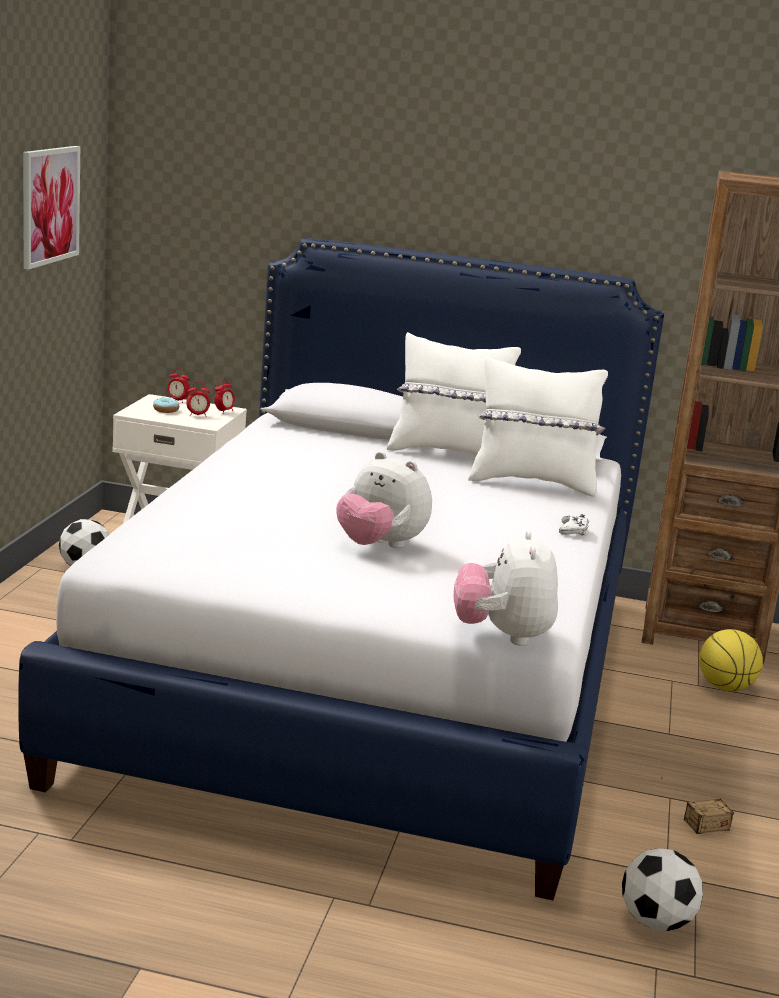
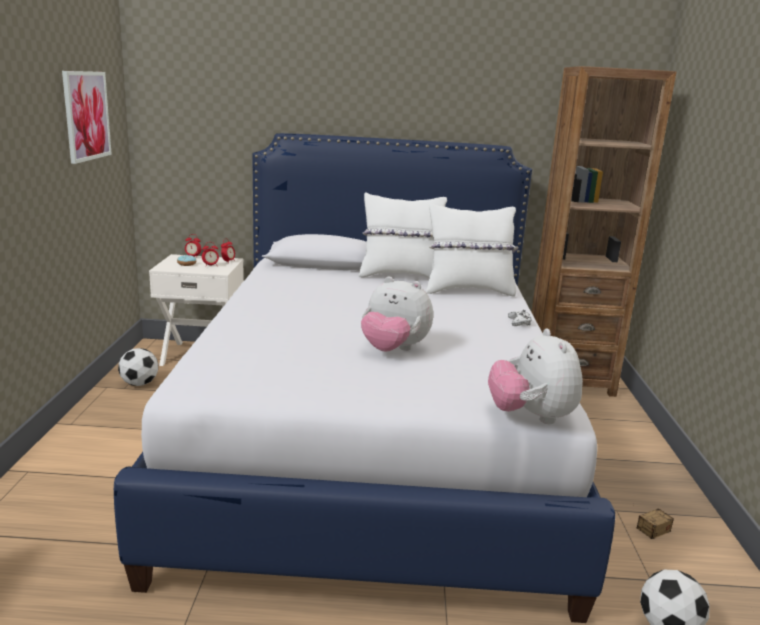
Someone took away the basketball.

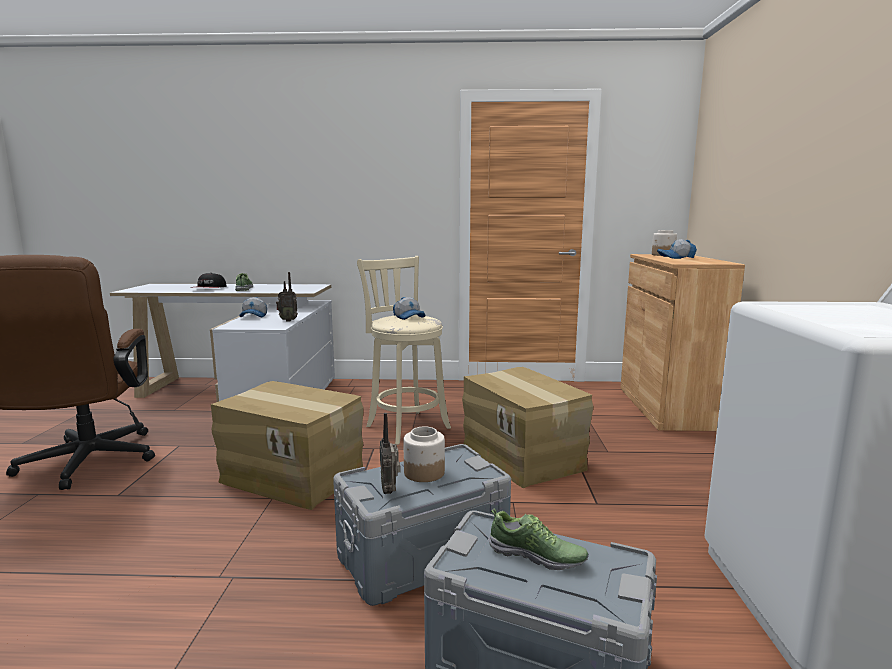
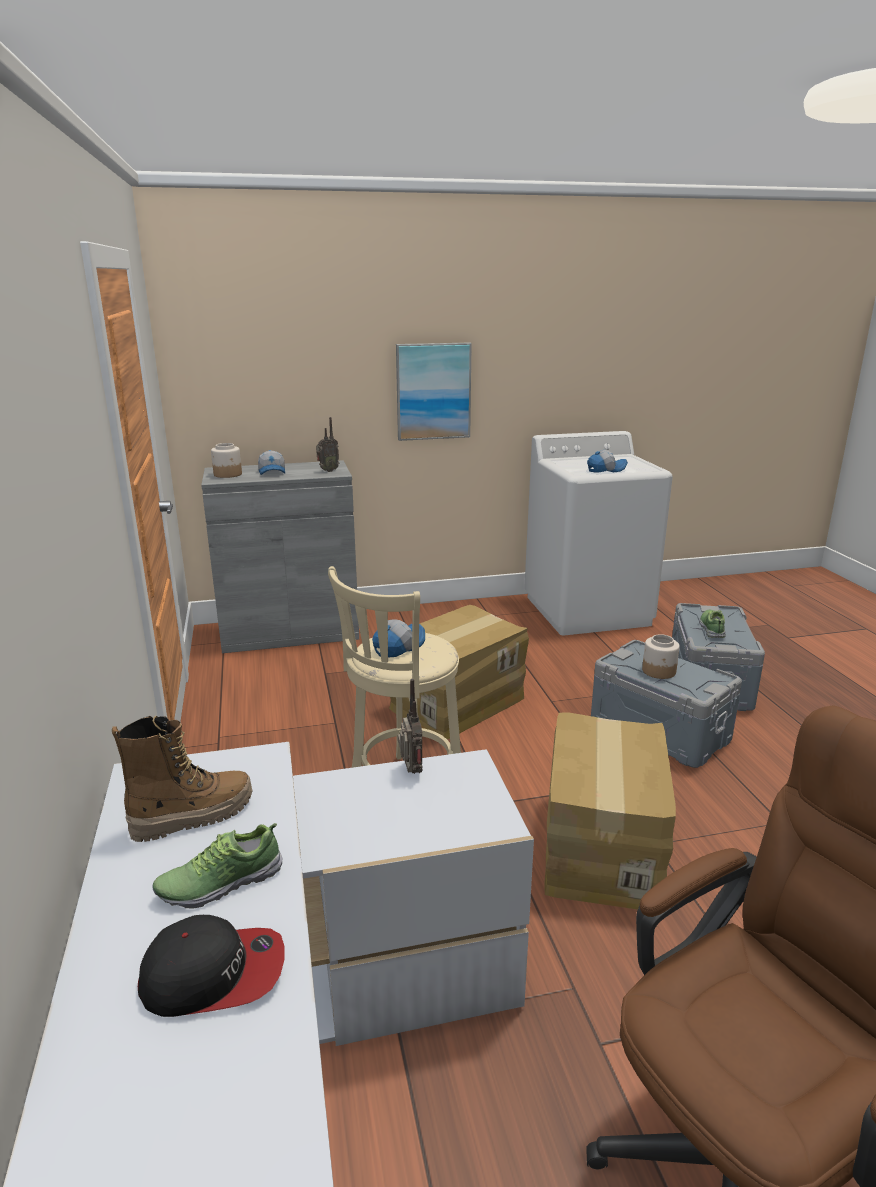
Someone repainted the storage cabinet/brown, which became the storage cabinet/greyish.
Someone carried the cap (no. 2 from left in the first image).
Someone carried the radio receiver (no. 2 from left in the first image).
Someone put up the wall art.
Someone put down the boot.

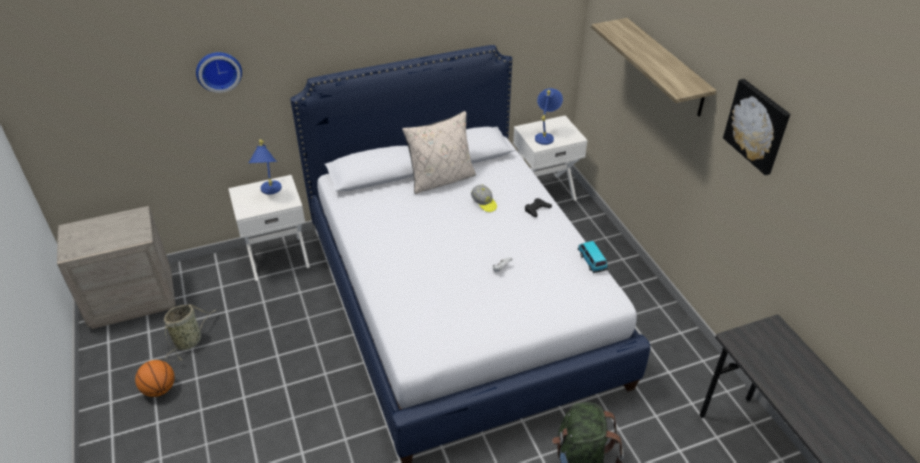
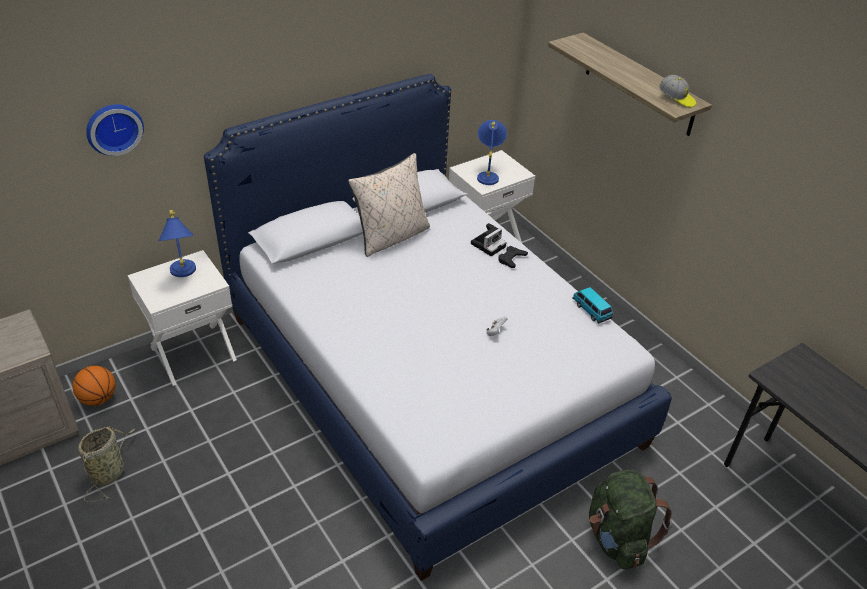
Someone took away the wall art.
Someone carried the cap.
Someone carried the basketball.
Someone put down the photo camera.

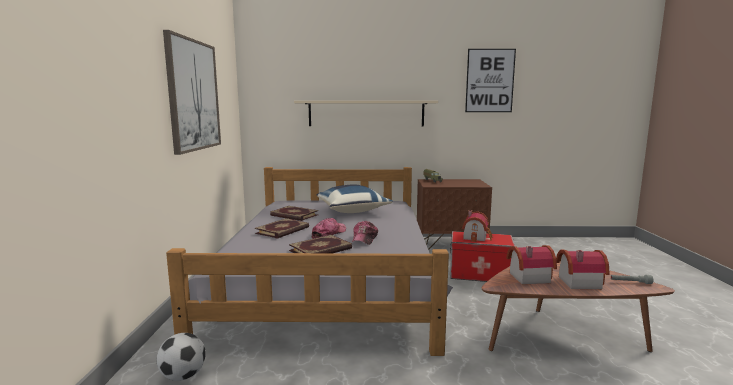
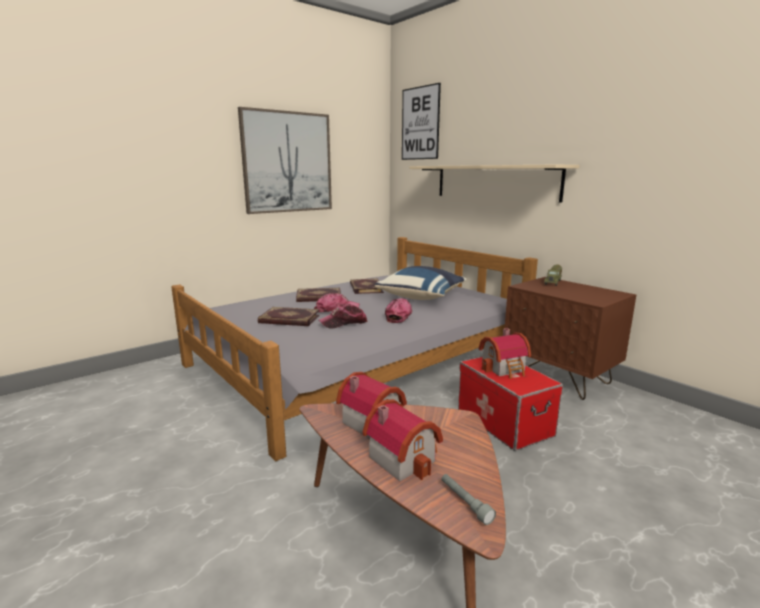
Someone carried the wall art (no. 2 from left).
Someone took away the football ball.
Someone put down the cap (no. 3 from left).

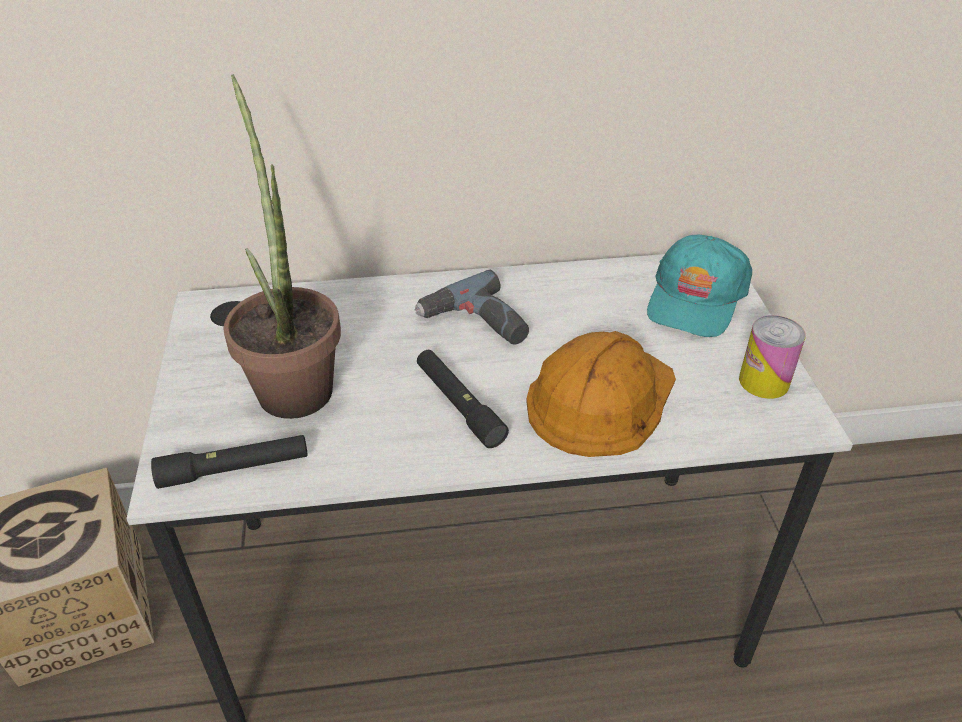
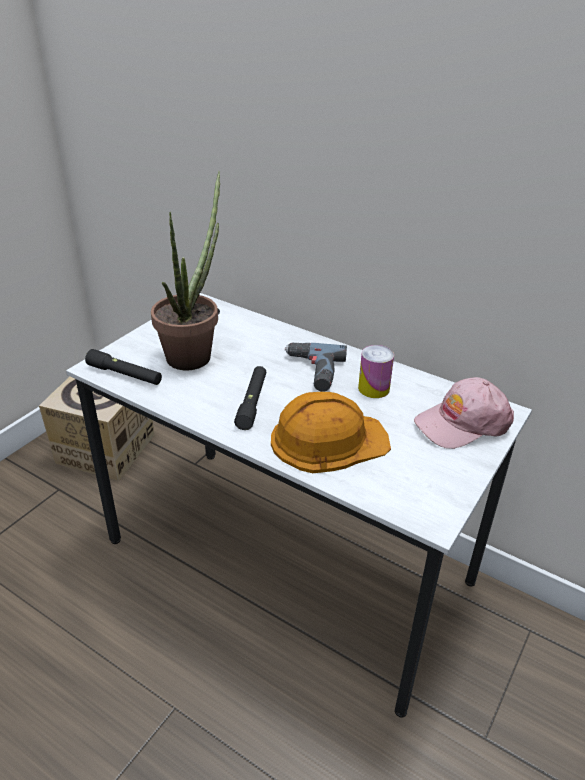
Someone repainted the cap/turquoise-coloured, which became the cap/pink.
Someone carried the sealed can.

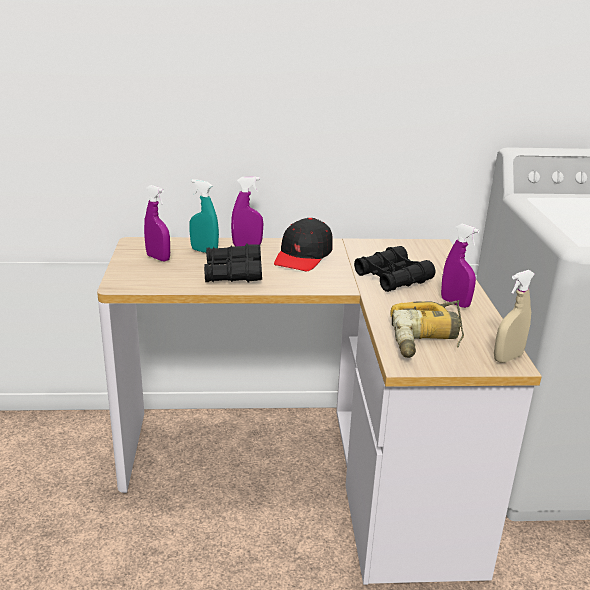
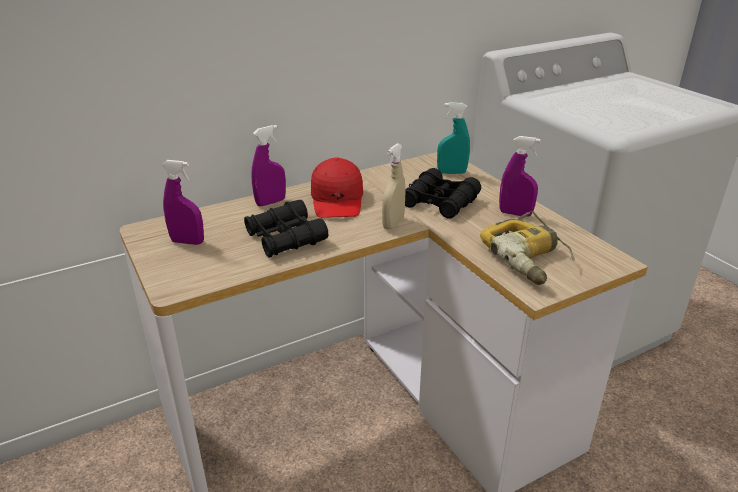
Someone carried the sprayer/turquoise-coloured.
Someone repainted the cap/black, which became the cap/red.
Someone carried the sprayer/sand-coloured.

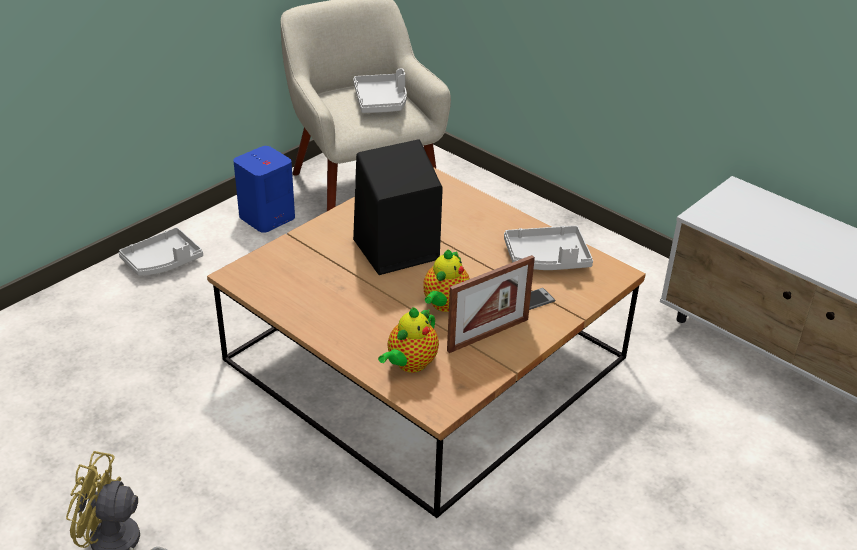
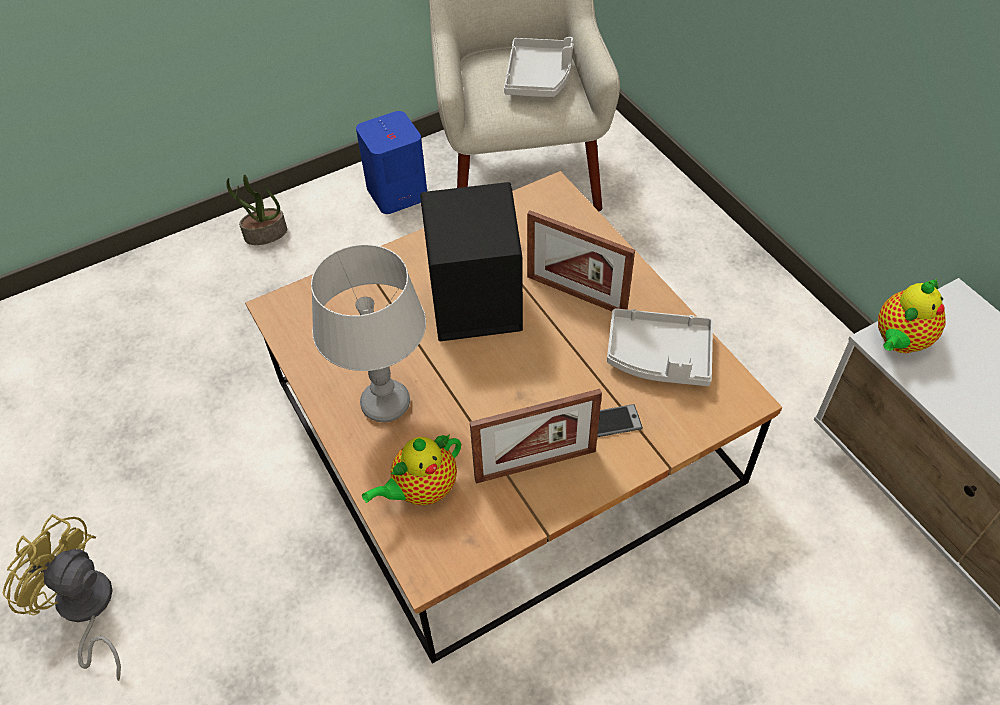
Someone swapped the serving tray/greyish (no. 1 from left) for the potted plant.
Someone carried the pot for tea (no. 2 from left).
Someone put down the picture frame (no. 2 from left).
Someone put down the table lamp/greyish.

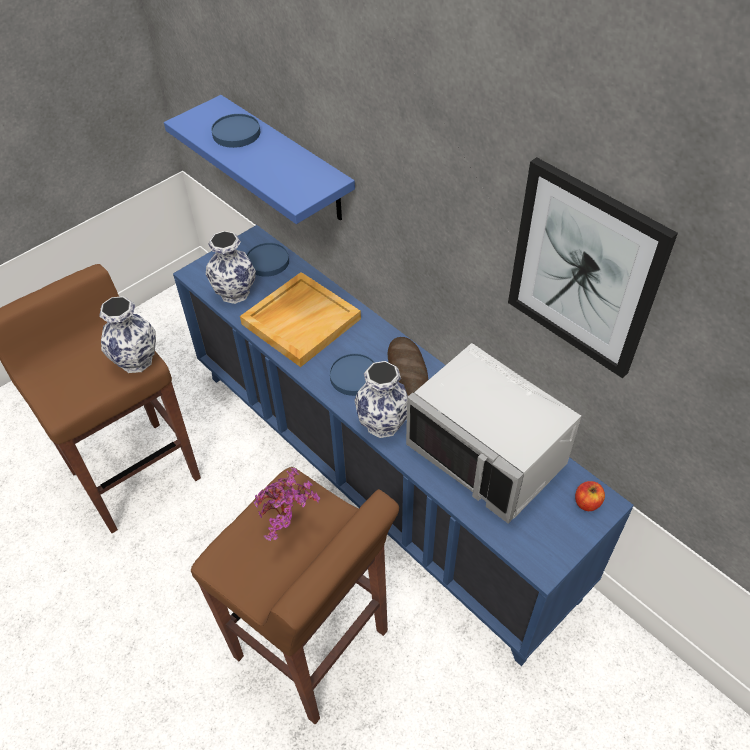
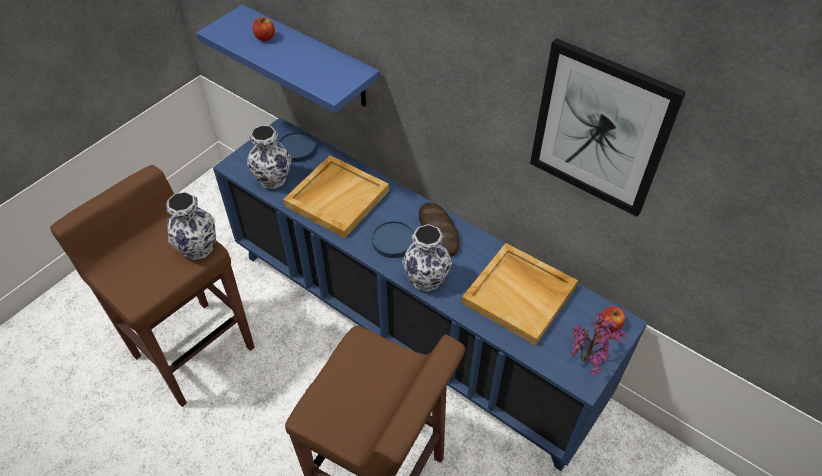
Someone swapped the plate/blue-coloured (no. 1 from left) for the apple (no. 1 from left).
Someone swapped the microwave oven/greyish for the serving tray/sand-coloured (no. 2 from left).
Someone carried the potted plant.

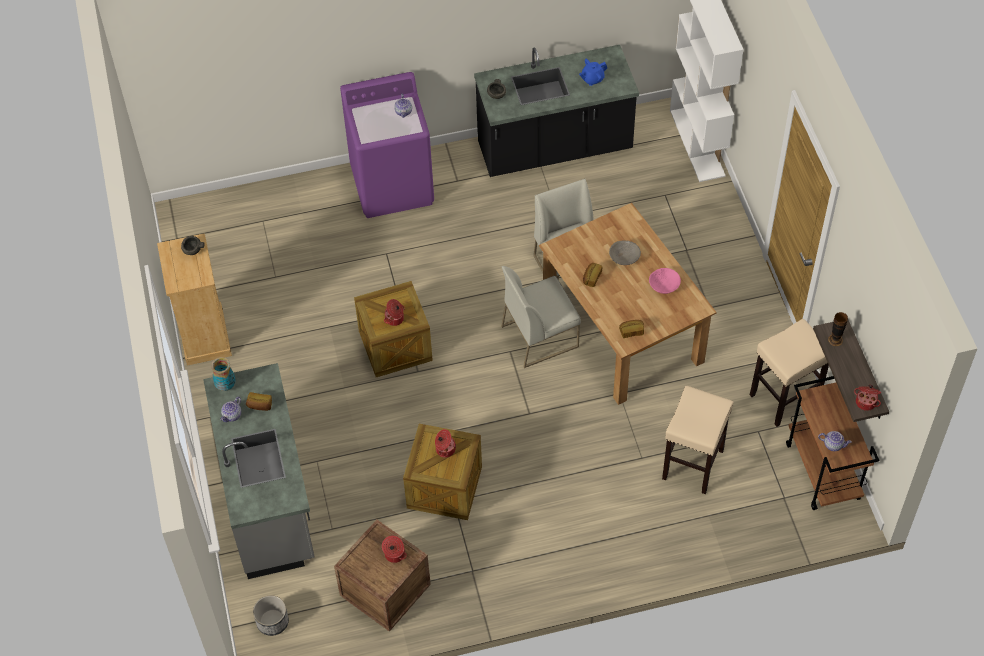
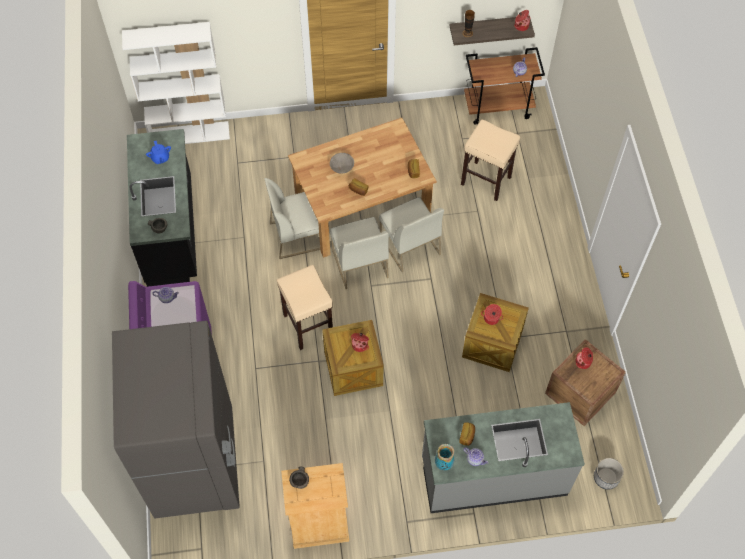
Someone took away the deep dish/pink.
Someone carried the stool/sand-coloured (no. 2 from left in the first image).
Someone put down the chair/whitish (no. 3 from left).
Someone put down the refrigerator/greyish.

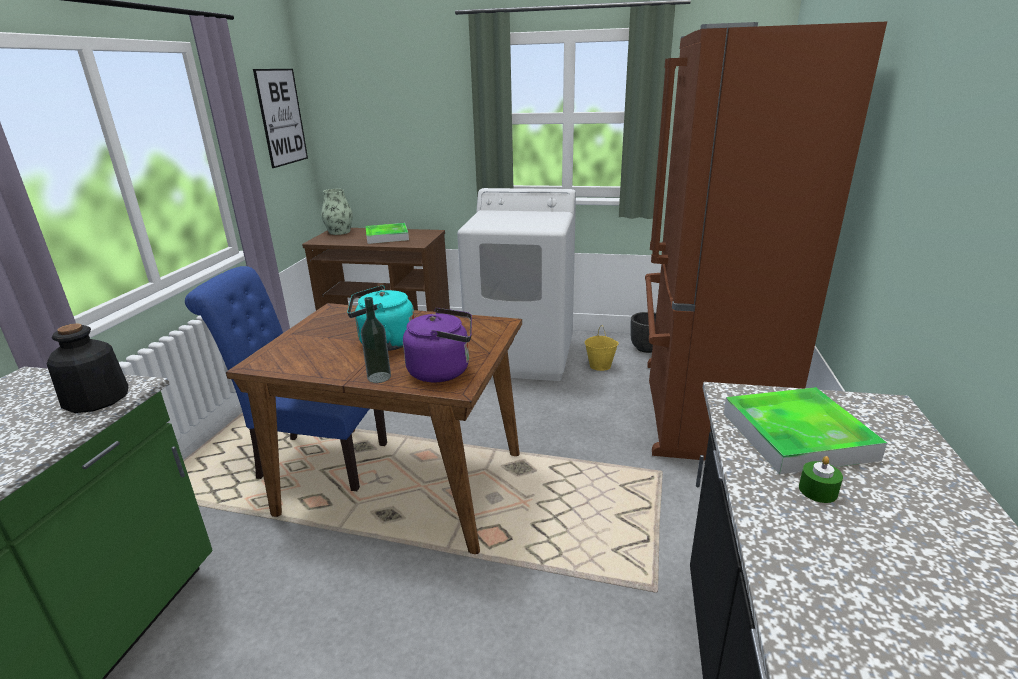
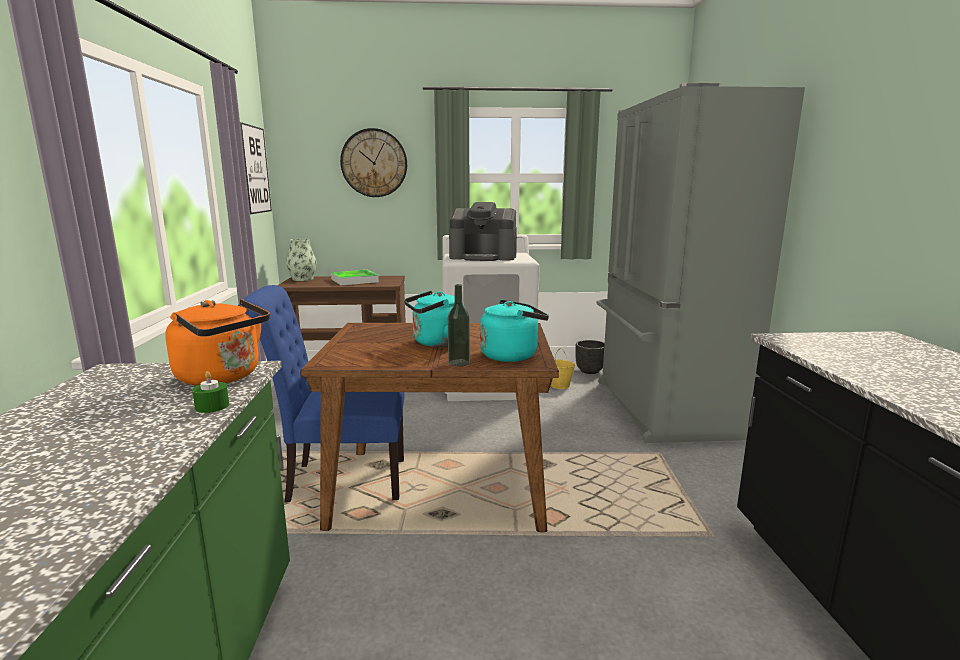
Someone repainted the refrigerator/brown, which became the refrigerator/greyish.
Someone repainted the water kettle/purple, which became the water kettle/turquoise-coloured (no. 2 from left).
Someone swapped the bottle (no. 1 from left) for the water kettle/orange.
Someone took away the serving tray (no. 2 from left).
Someone carried the wax candle/greenish.
Someone put up the wall clock.
Someone put down the coffee maker.

